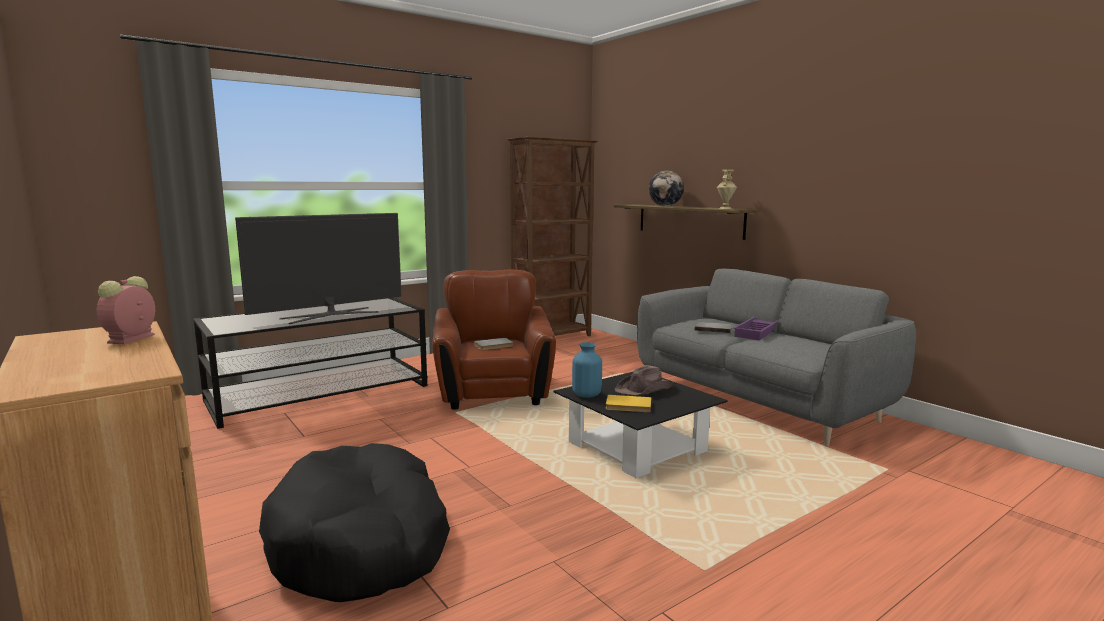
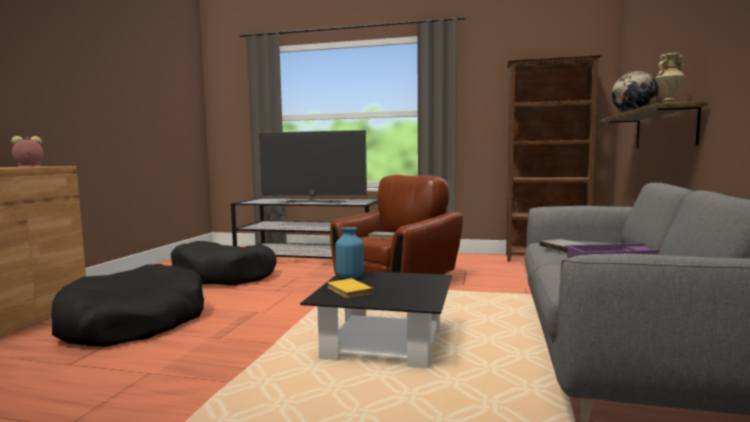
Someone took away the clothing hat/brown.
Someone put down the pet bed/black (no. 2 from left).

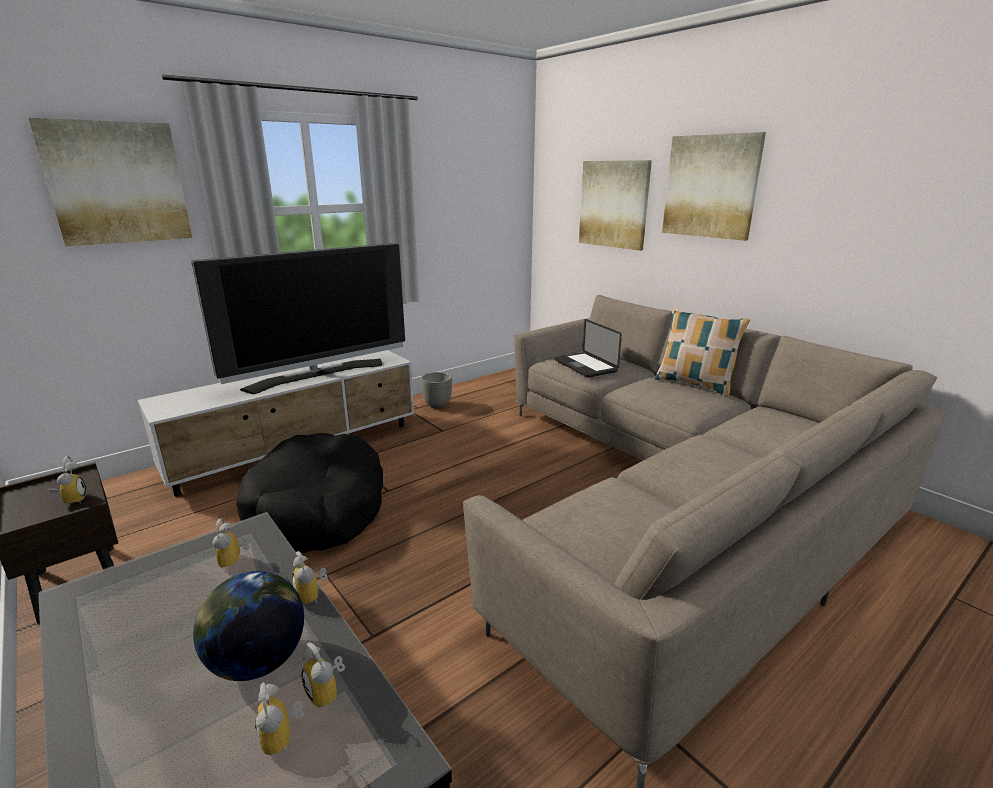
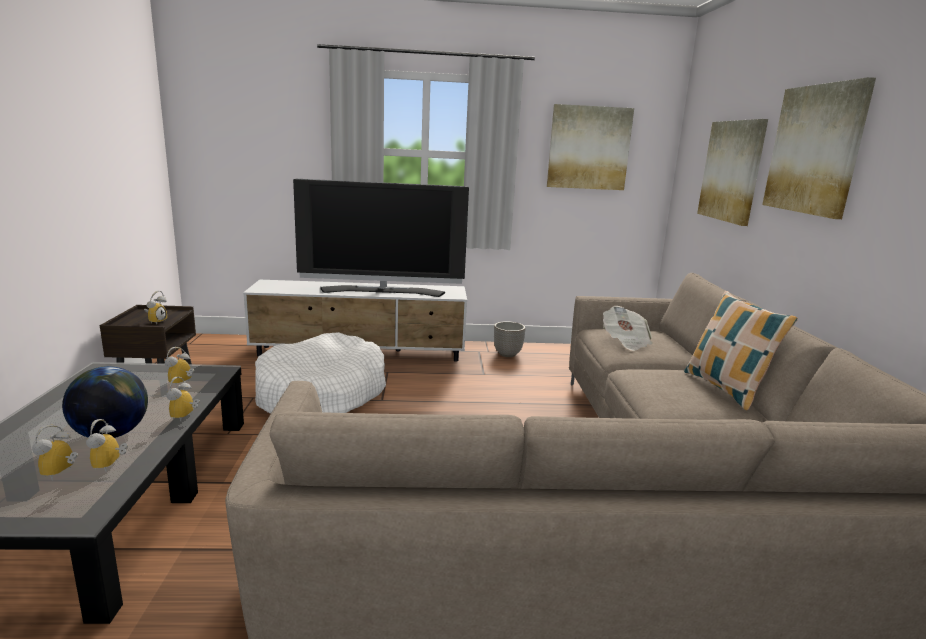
Someone carried the wall art (no. 1 from left).
Someone swapped the portable computer for the daily paper.
Someone repainted the pet bed/black, which became the pet bed/whitish.

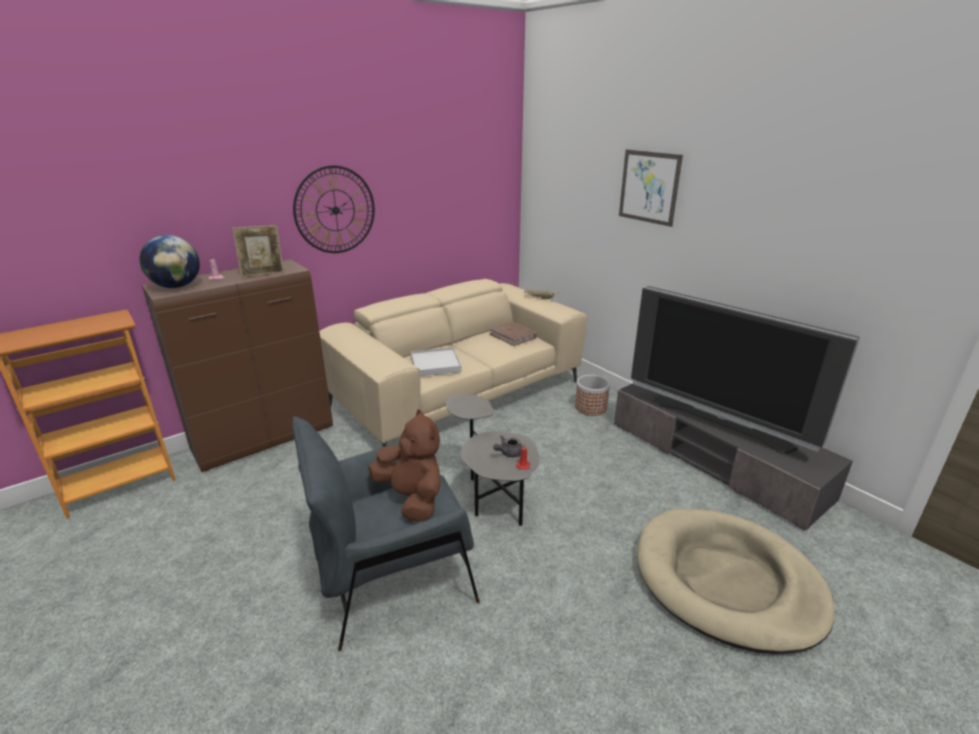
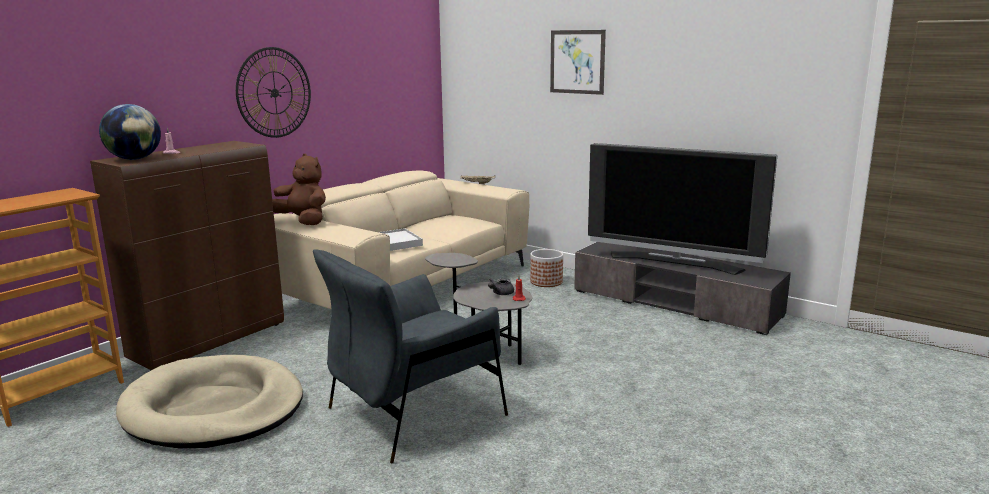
Someone took away the picture frame.
Someone took away the book/brown.
Someone carried the soft toy/brown.
Someone carried the pet bed/sand-coloured.

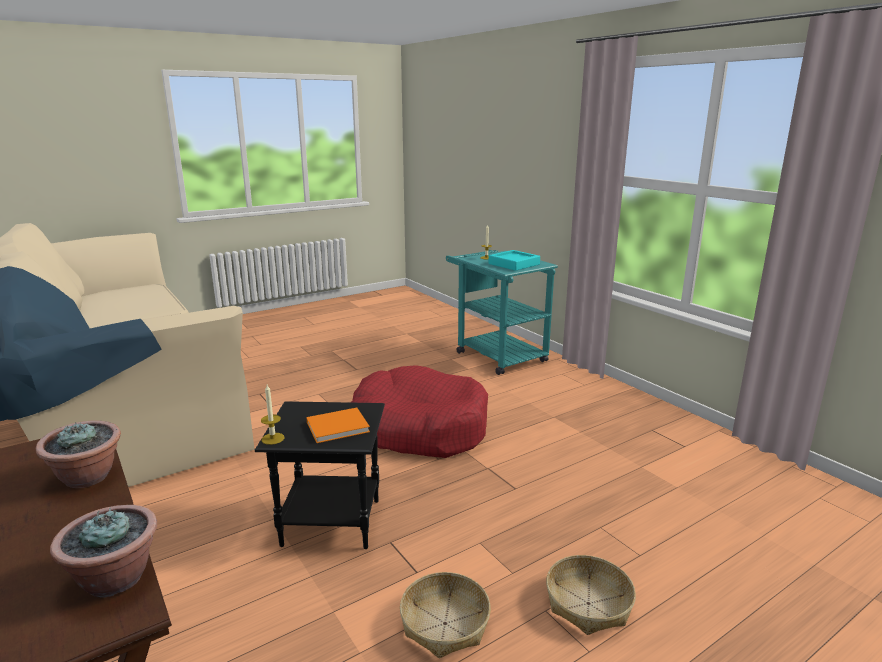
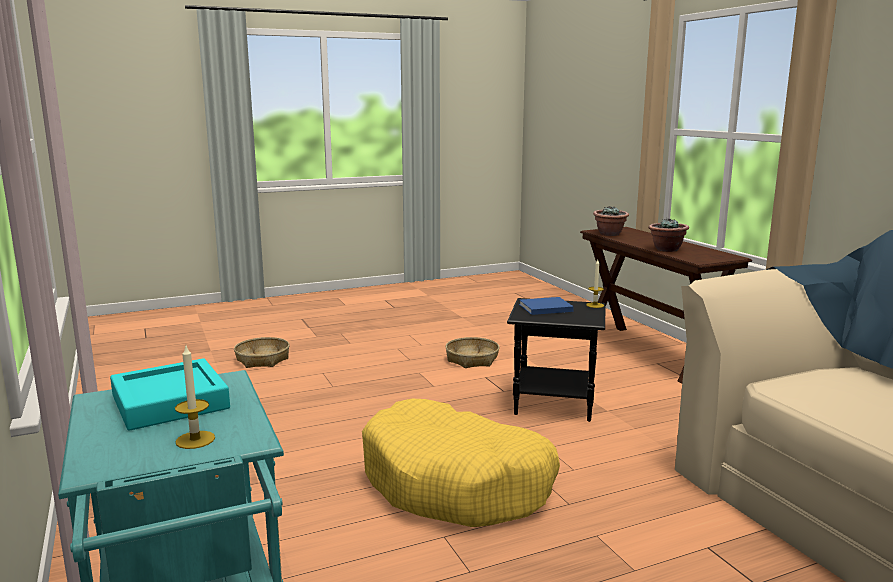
Someone repainted the pet bed/red, which became the pet bed/yellowish.
Someone repainted the book/orange, which became the book/blue-coloured.
Someone carried the basket (no. 2 from left in the first image).

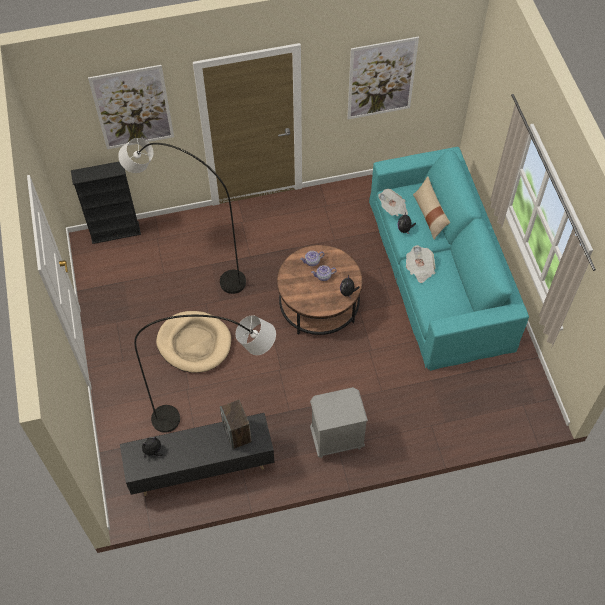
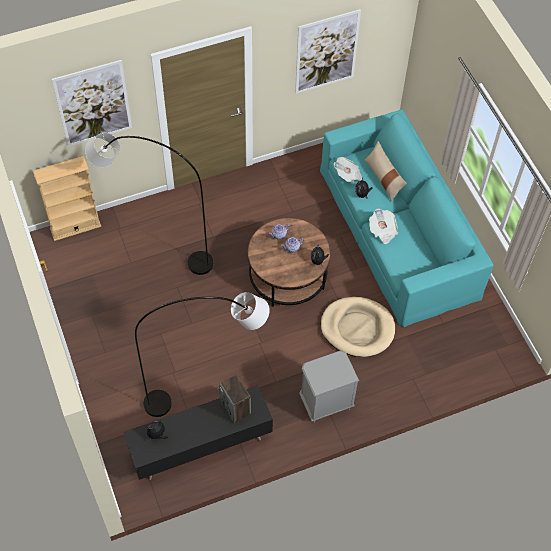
Someone repainted the bookshelf/black, which became the bookshelf/sand-coloured.
Someone carried the pet bed/sand-coloured.

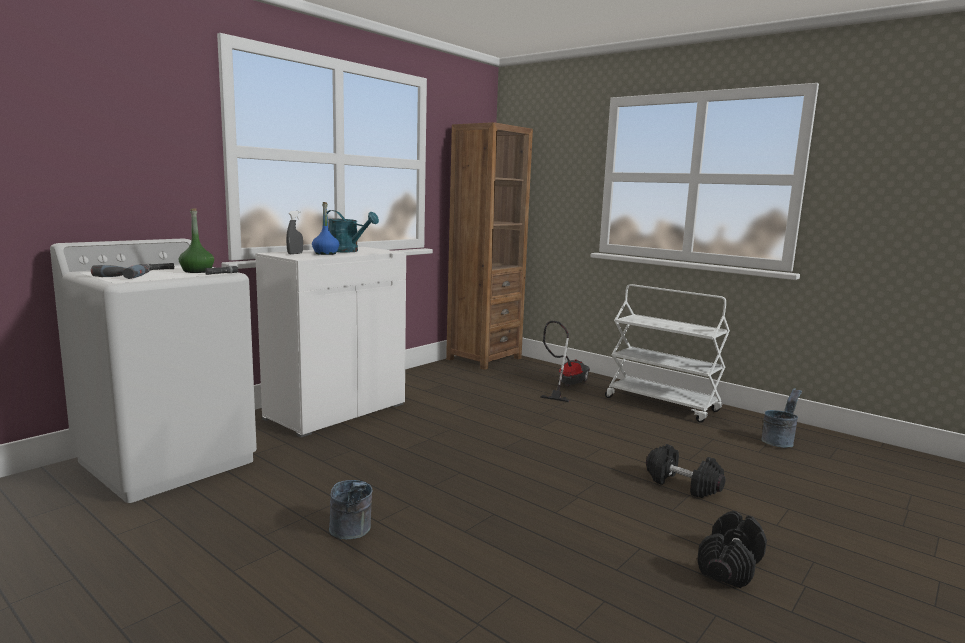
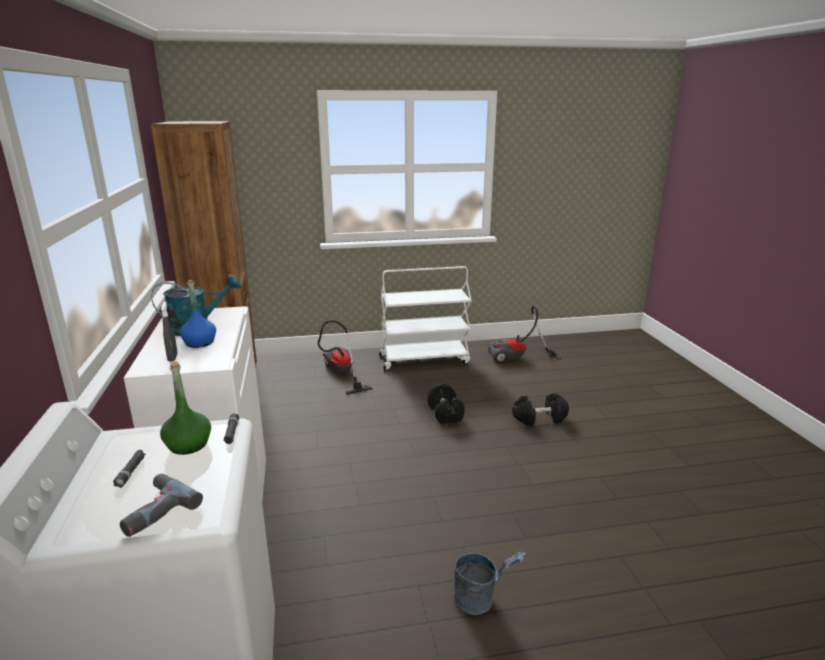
Someone swapped the water bucket/greyish (no. 2 from left) for the hoover (no. 2 from left).
Someone carried the hand weight/black (no. 2 from left in the first image).

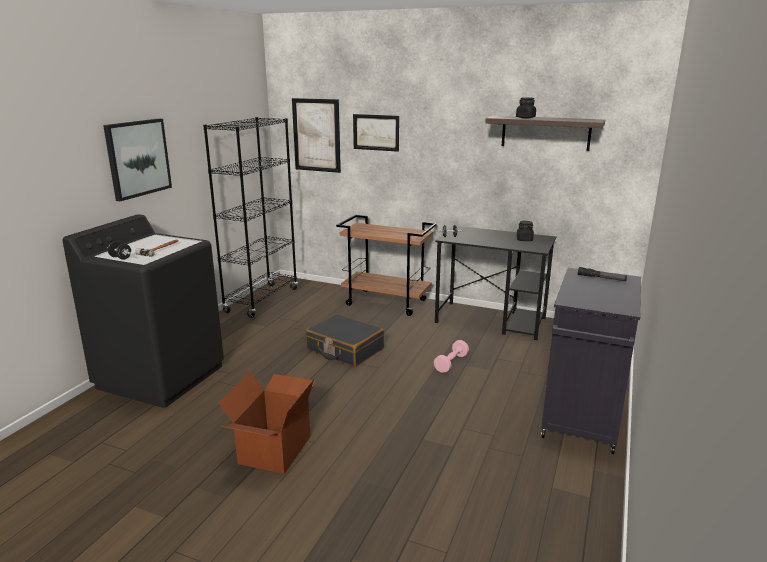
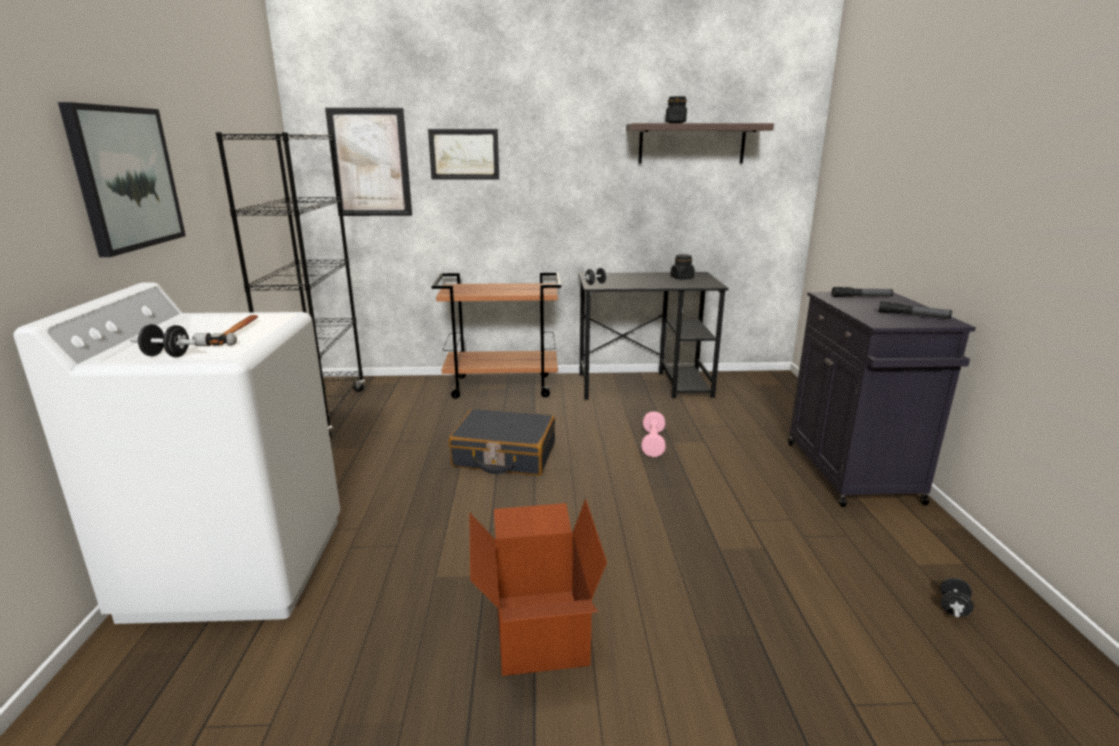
Someone repainted the washing machine/black, which became the washing machine/whitish.
Someone put down the hand torch (no. 2 from left).
Someone put down the hand weight/black (no. 3 from left).

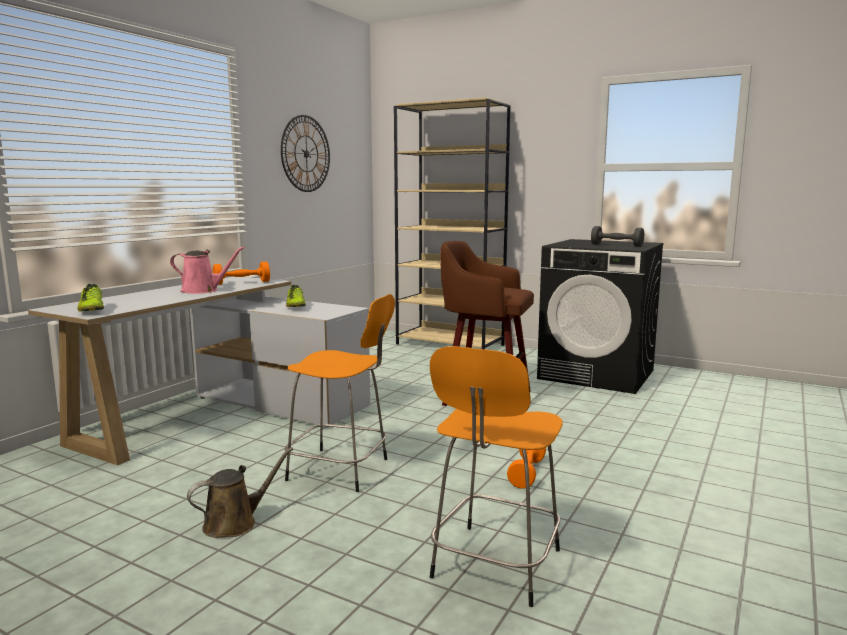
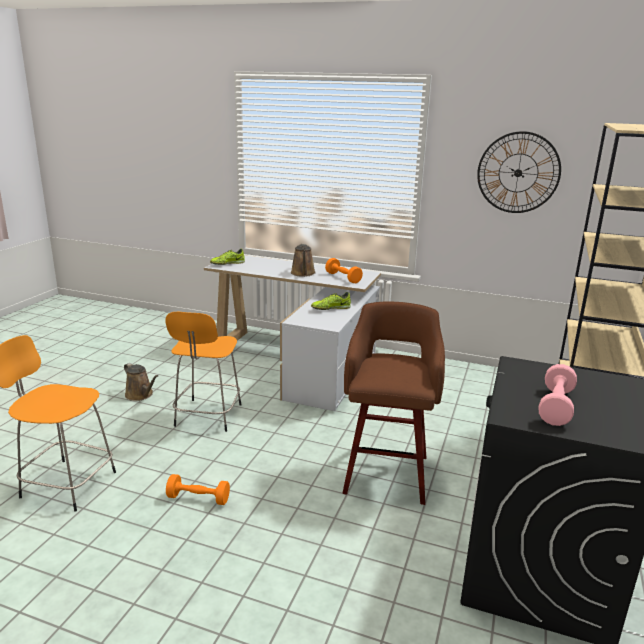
Someone repainted the hand weight/greyish, which became the hand weight/pink.
Someone repainted the watering can/pink, which became the watering can/brown (no. 2 from left).

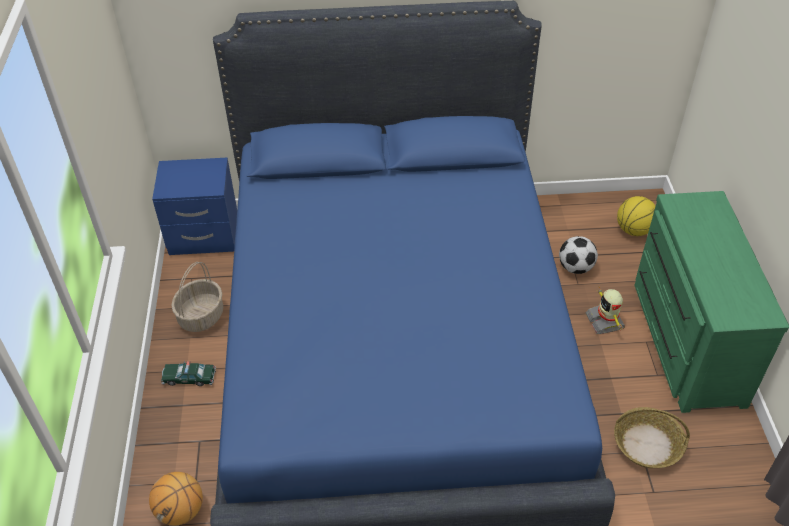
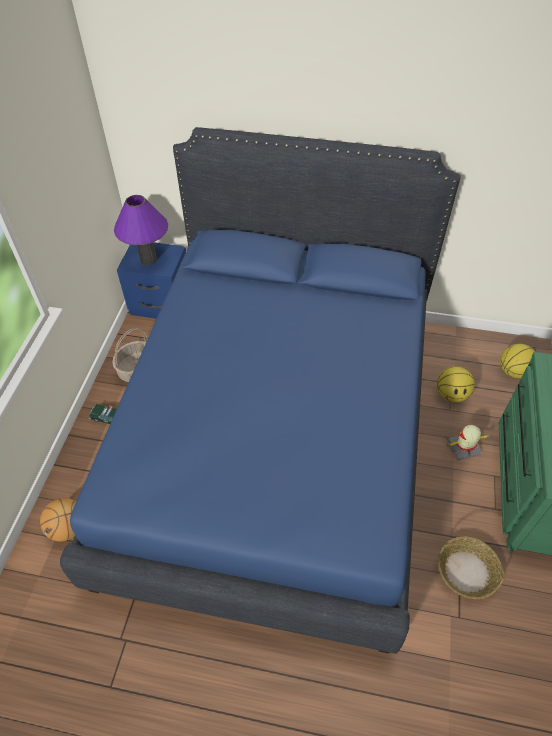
Someone swapped the football ball for the basketball (no. 2 from left).
Someone rotated the model robot by 75 degrees clockwise.
Someone put down the table lamp/purple.

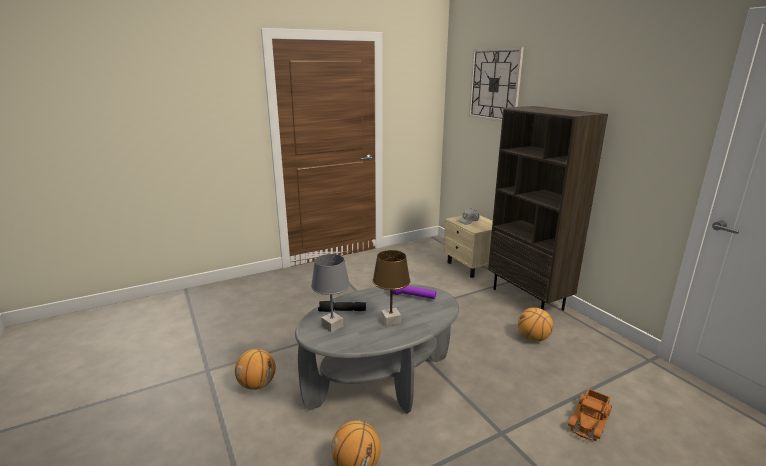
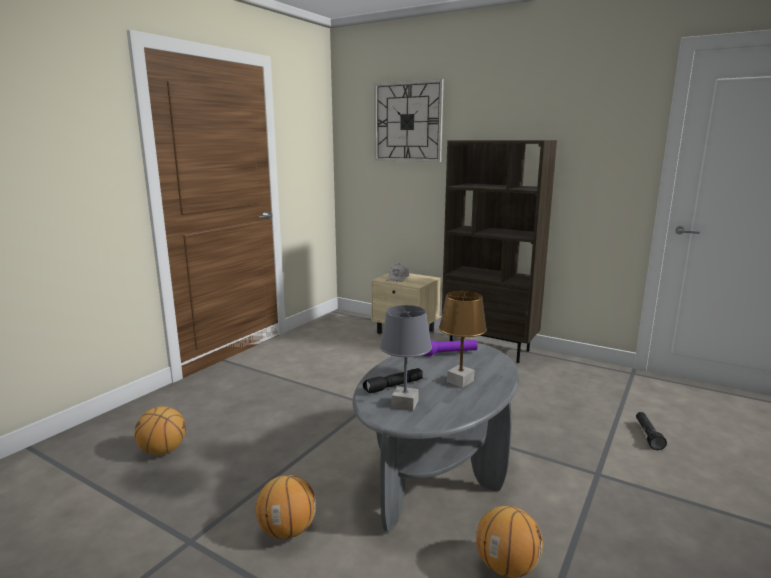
Someone carried the basketball (no. 3 from left in the first image).
Someone swapped the toy lorry for the hand torch/black (no. 2 from left).

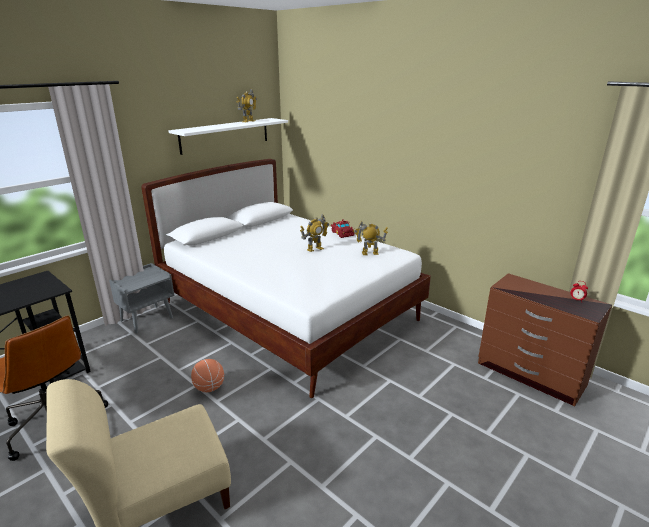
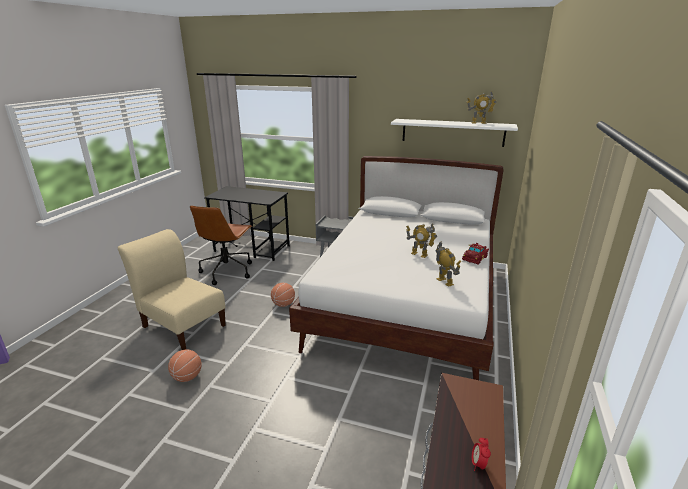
Someone put down the basketball (no. 1 from left).

